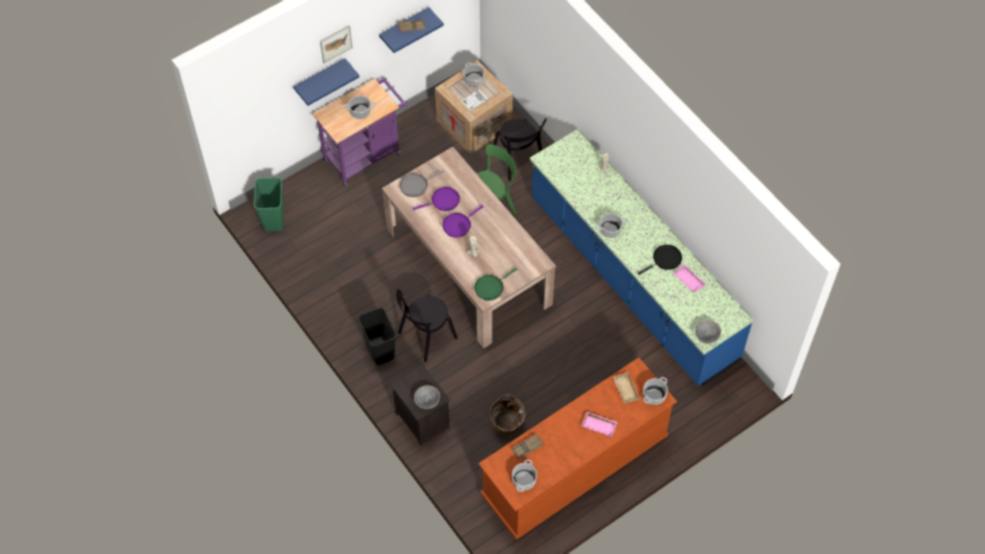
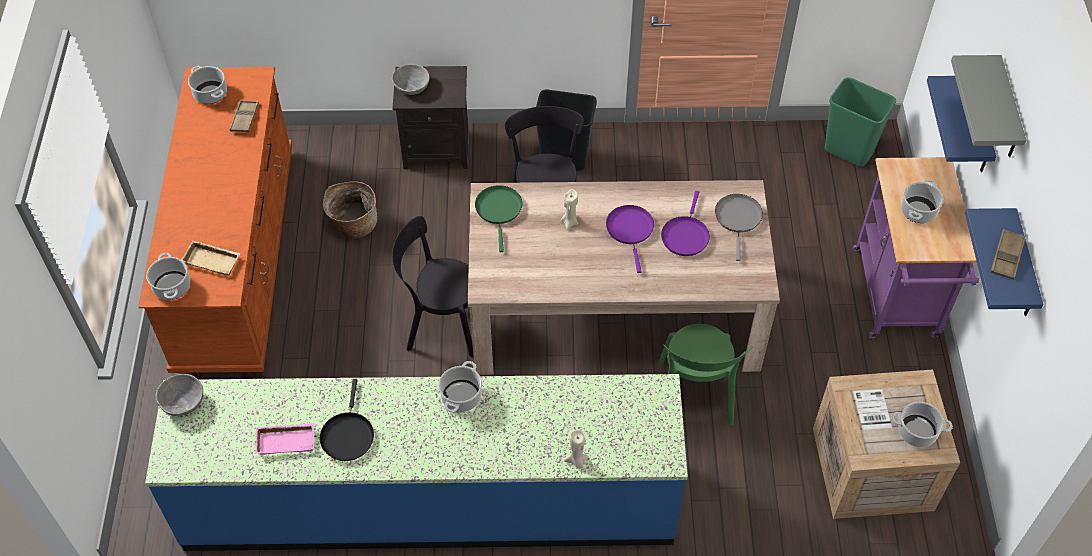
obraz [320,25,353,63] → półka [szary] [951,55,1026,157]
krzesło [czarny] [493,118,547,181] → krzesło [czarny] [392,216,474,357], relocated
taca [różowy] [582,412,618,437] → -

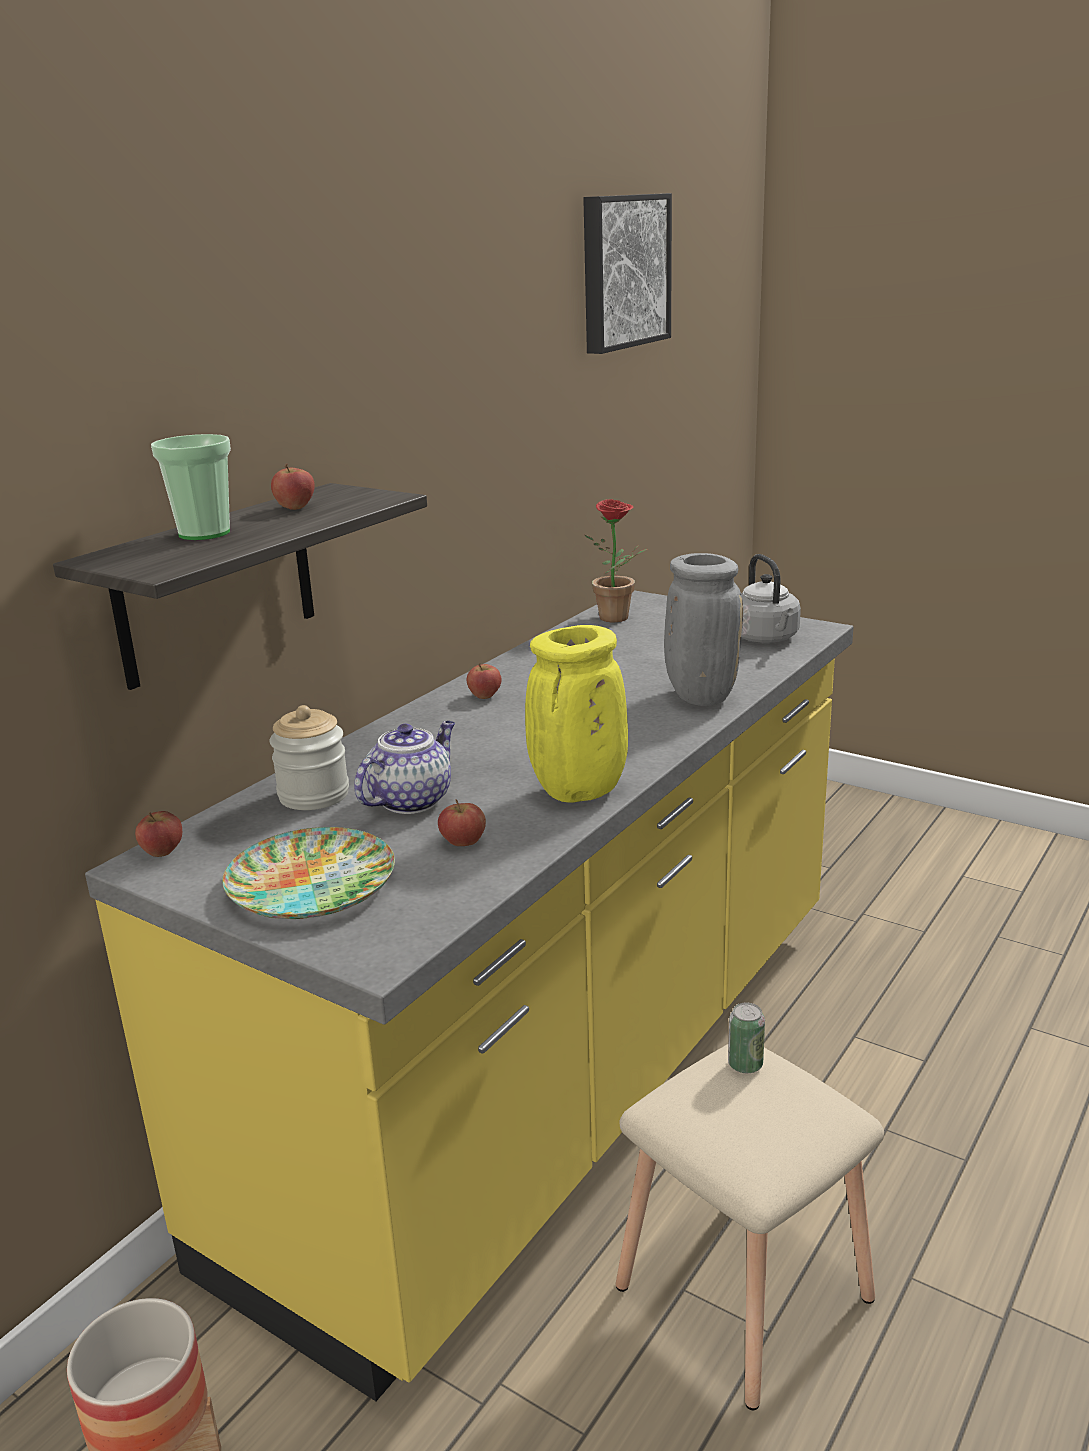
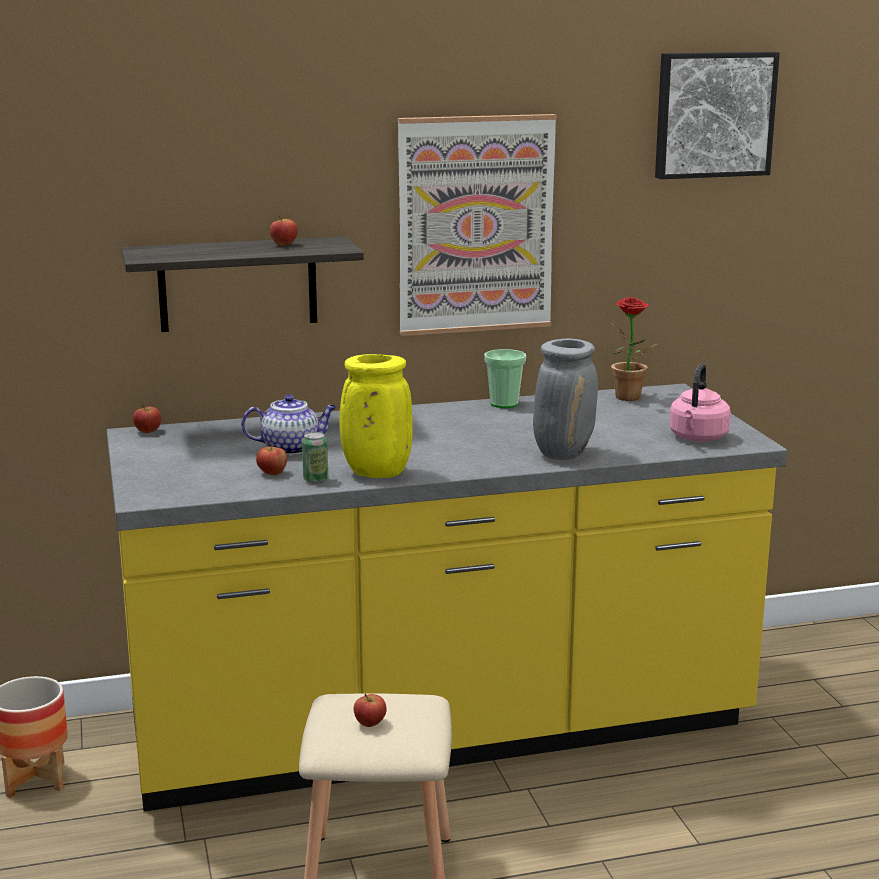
filiżanka [151,434,231,540] → filiżanka [484,349,526,408], relocated
talerz [222,827,395,919] → -
słoik [270,705,349,810] → -
jabłko [467,663,502,699] → jabłko [354,694,387,727], relocated
puszka [728,1003,765,1073] → puszka [302,432,328,483], relocated
czajnik [szary] [741,554,801,643] → czajnik [różowy] [670,364,731,441]
- → obraz [398,114,557,336]

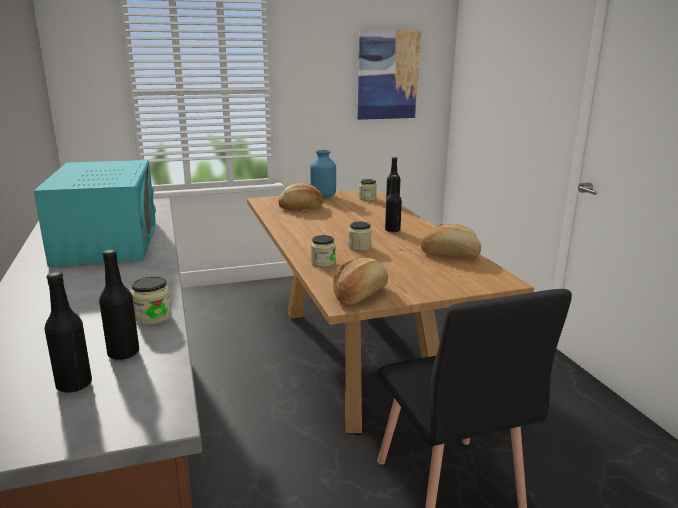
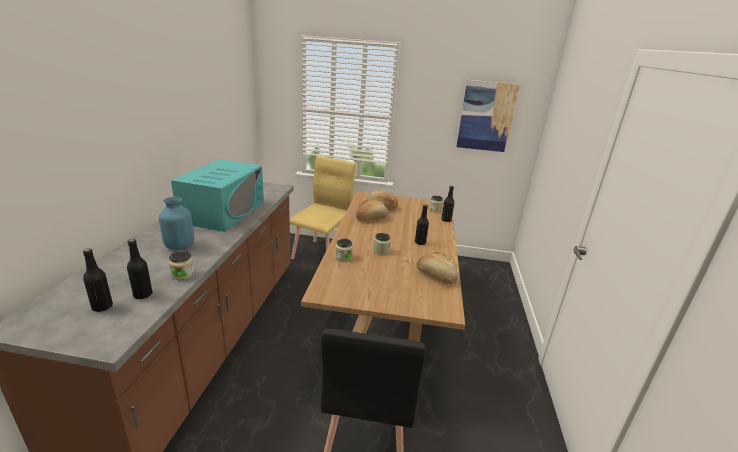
wazon [niebieski] [310,150,336,198] → wazon [niebieski] [159,197,194,250], relocated
chleb [333,257,388,305] → chleb [356,200,388,221], relocated
- → krzesło [żółty] [290,156,356,259]

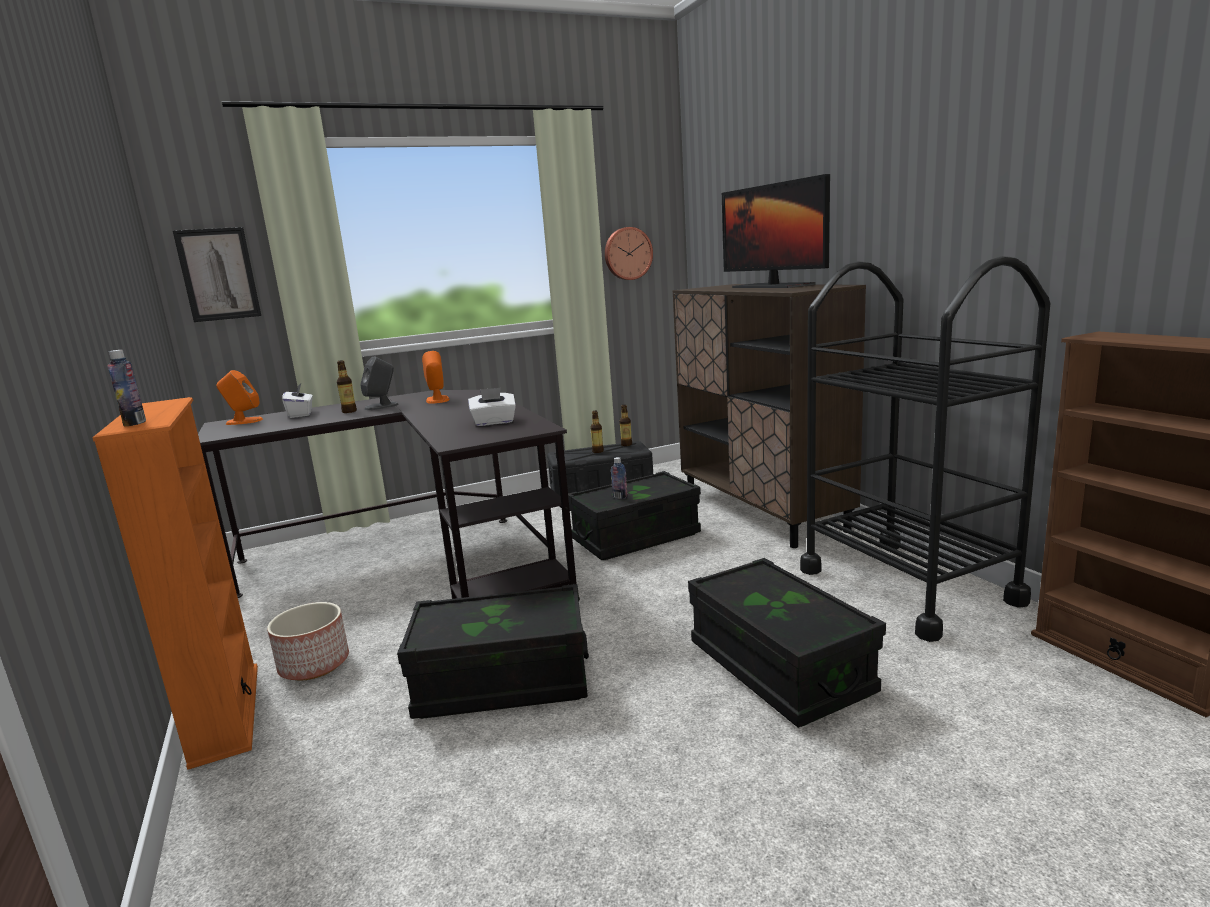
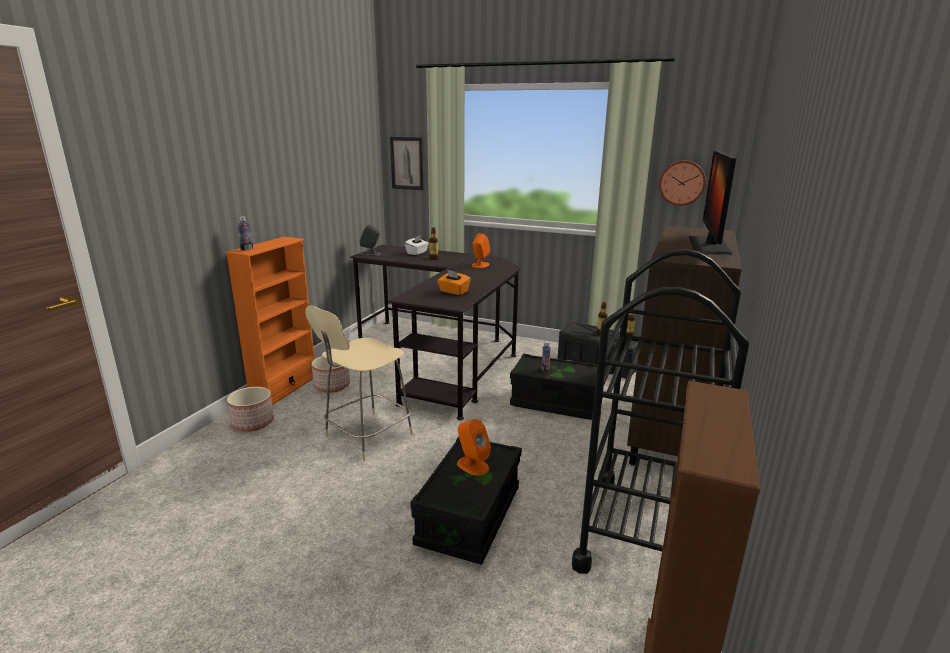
głośnik [pomarańczowy] [216,370,263,425] → głośnik [pomarańczowy] [457,419,491,476], relocated
głośnik [szary] [360,356,399,410] → głośnik [szary] [360,224,381,256], relocated
pojemnik do przechowywania [czarny] [397,584,589,719] → krzesło [beżowy] [305,305,413,461]
pudełko chusteczek [biały] [468,388,516,426] → pudełko chusteczek [pomarańczowy] [437,269,471,295]
- → donica [227,387,274,432]

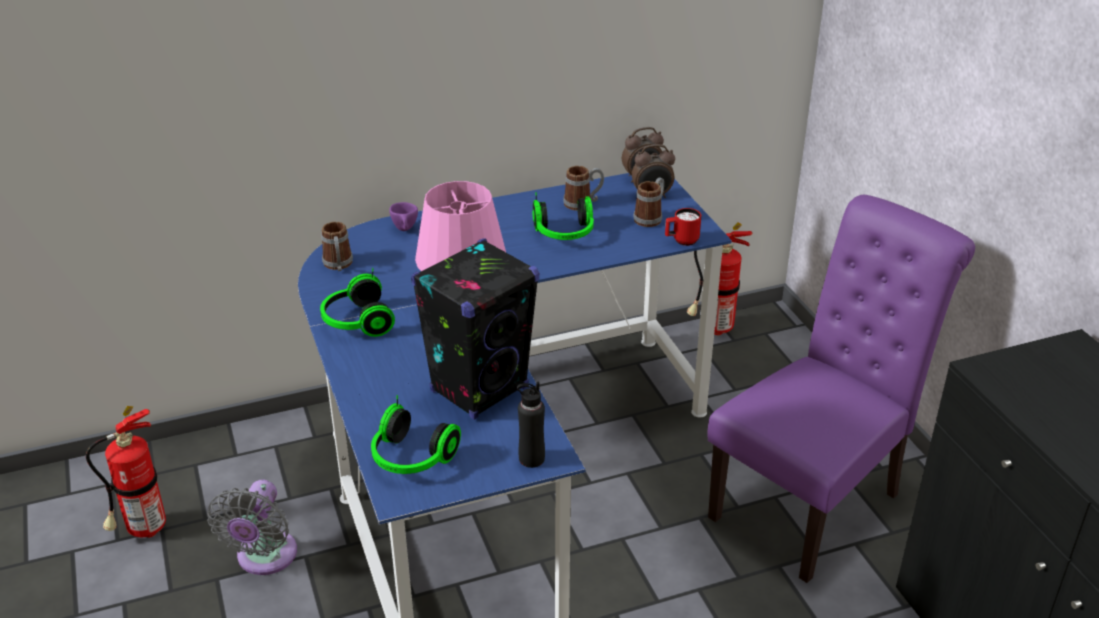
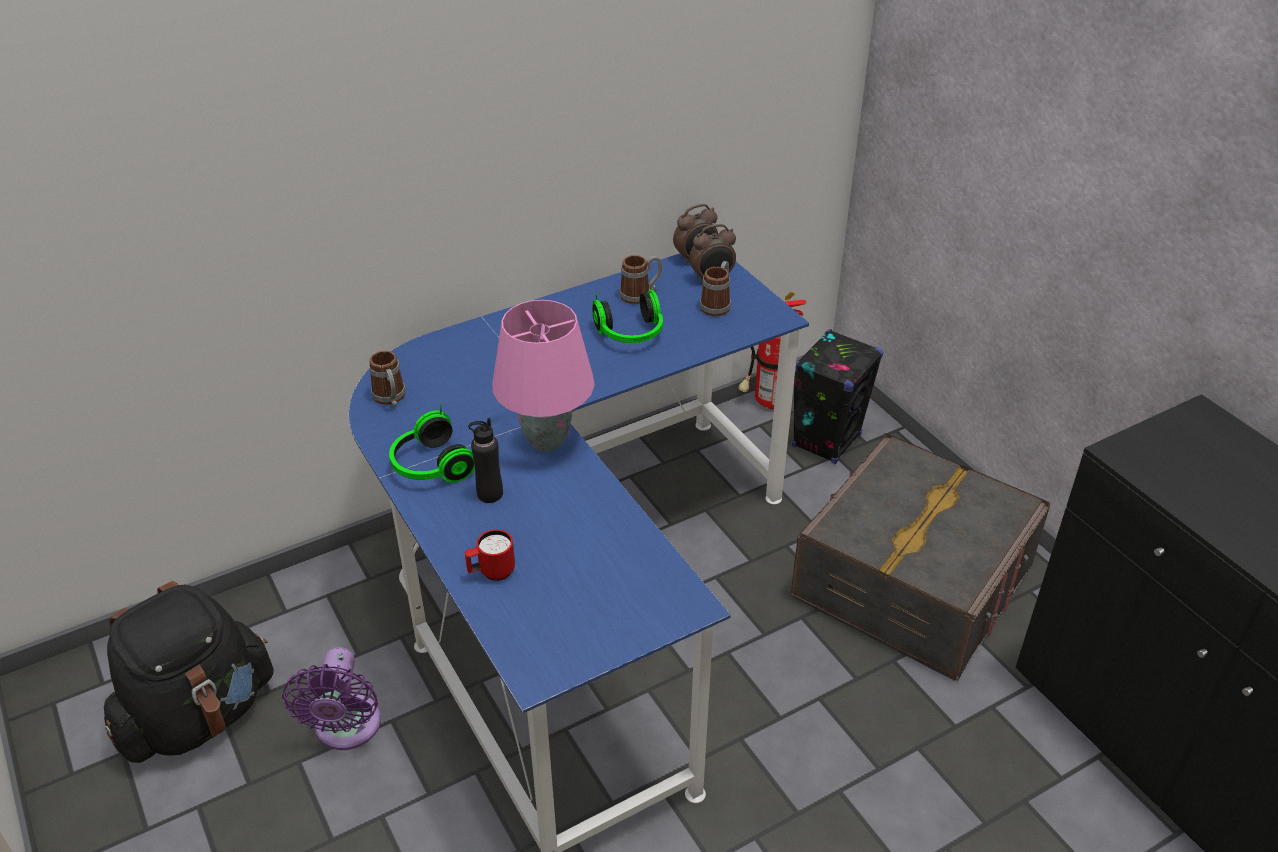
gaśnica [86,406,166,538] → plecak [czarny] [104,581,274,763]
wentylator [szary] [207,479,297,575] → wentylator [fioletowy] [282,647,381,750]
słuchawki [371,395,461,474] → -
filiżanka [fioletowy] [389,202,418,231] → -
głośnik [czarny] [411,239,539,420] → głośnik [czarny] [792,329,883,464], relocated
butelka [czarny] [517,382,545,468] → butelka [czarny] [468,418,503,503], relocated
kubek [czerwony] [665,208,701,246] → kubek [czerwony] [465,529,515,581], relocated
krzesło [fioletowy] [708,195,975,583] → pojemnik do przechowywania [szary] [790,433,1050,681]

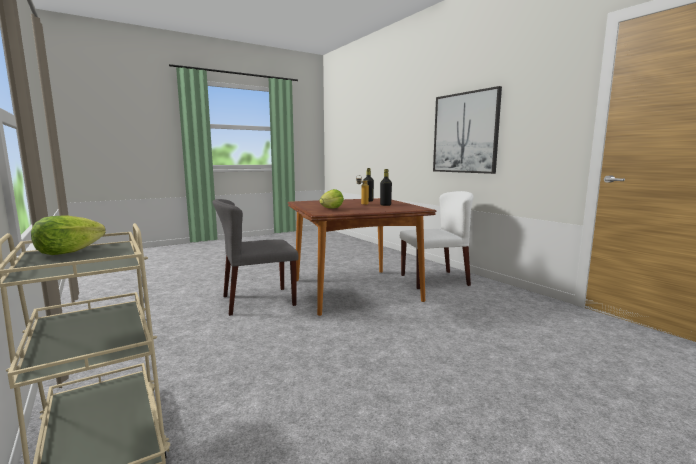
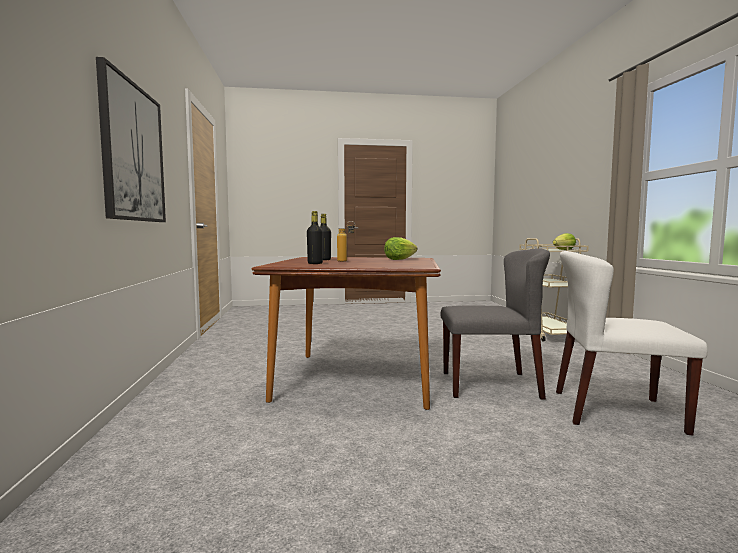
krzesło [biały] [400,191,474,289] → krzesło [biały] [556,251,708,435], relocated

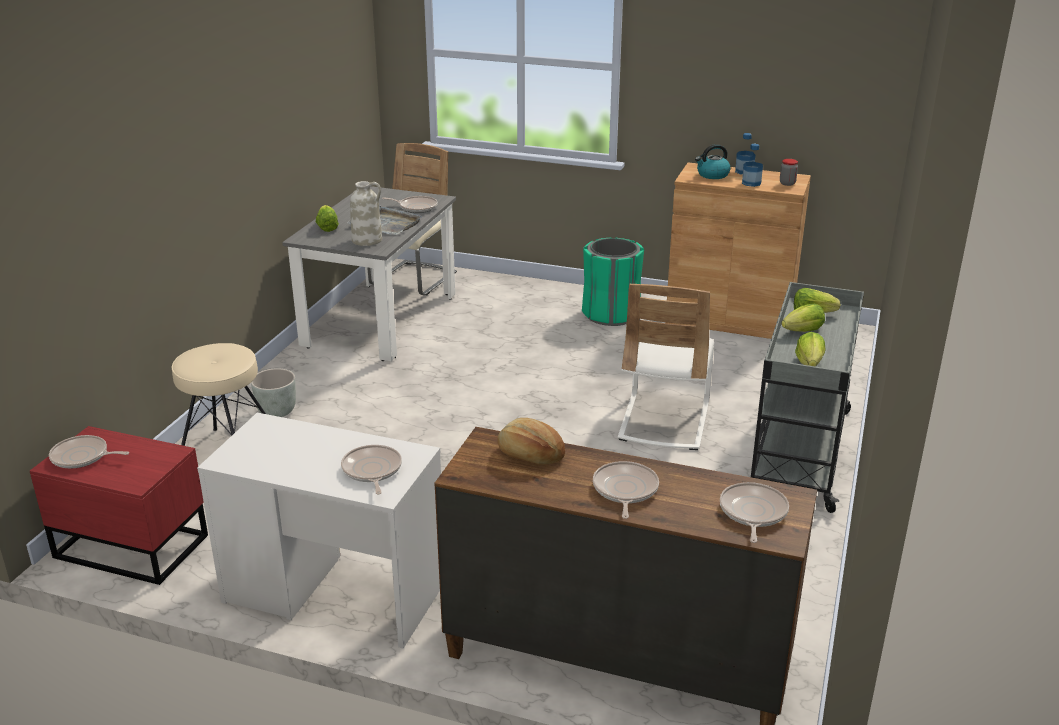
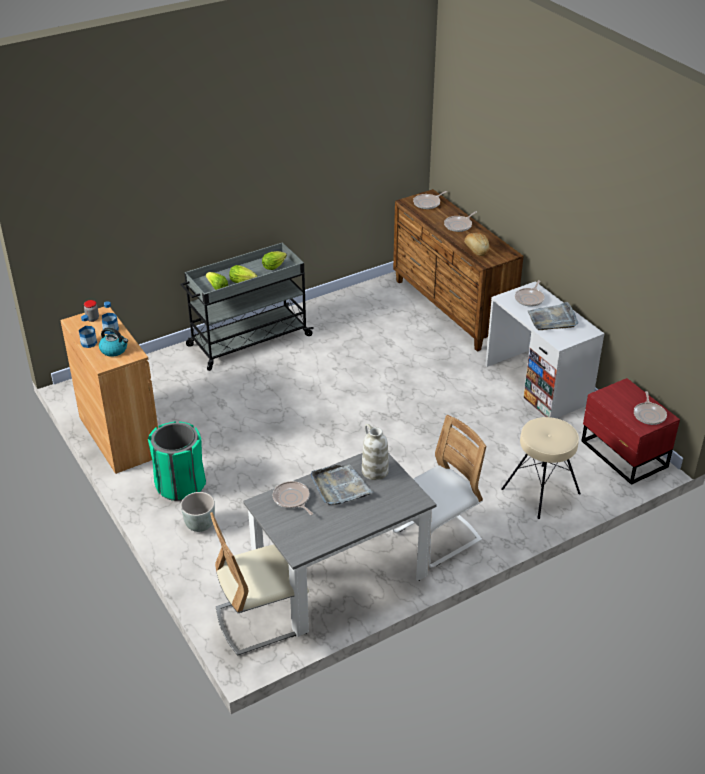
patelnia [49,435,129,469] → patelnia [634,391,667,425], 45 degrees clockwise
donica [szary] [251,368,296,417] → donica [szary] [181,492,215,532], relocated
sałata [316,205,339,232] → -
krzesło [biały] [618,284,714,450] → krzesło [biały] [392,415,486,568], relocated
- → taca [szary] [528,302,578,330]

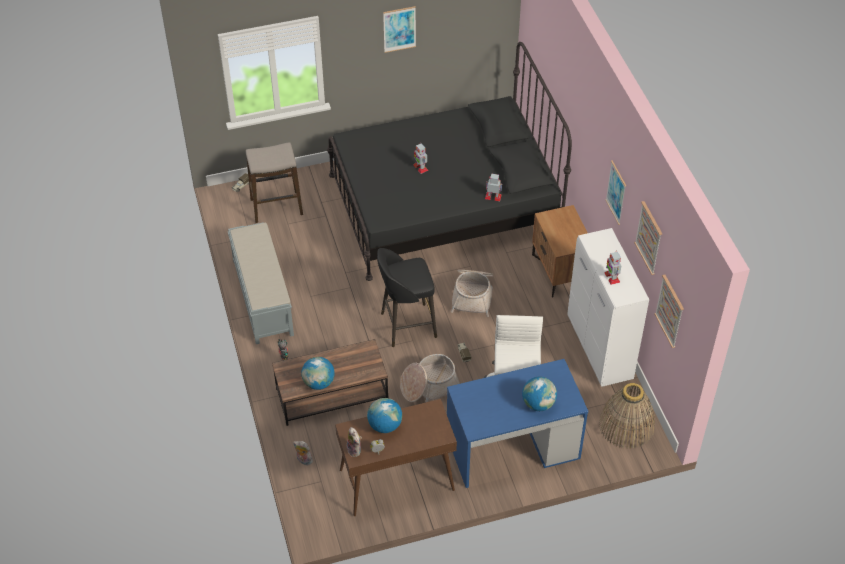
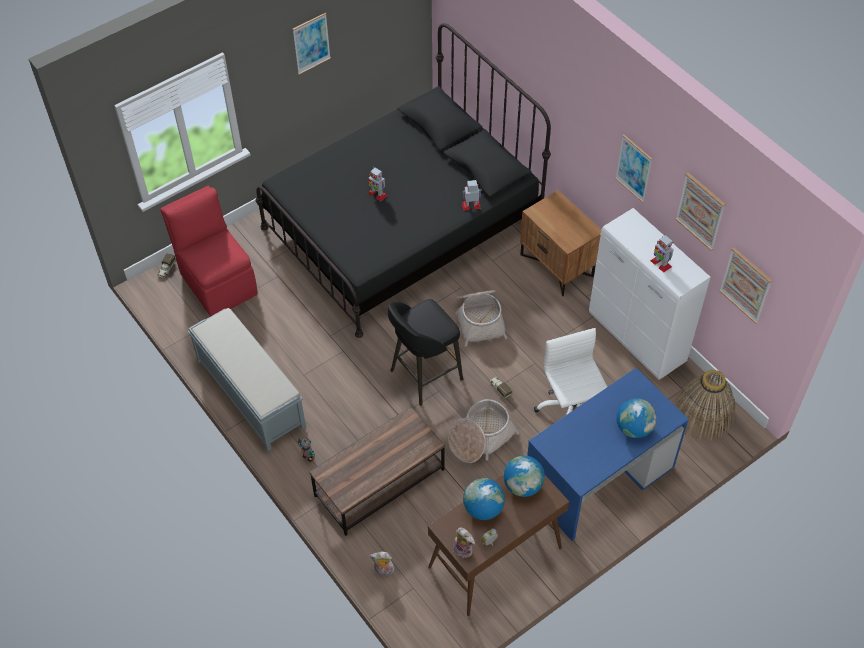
stołek [246,142,303,223] → krzesło [czerwony] [161,186,257,316]
globus [301,357,335,390] → globus [504,456,545,497], relocated

